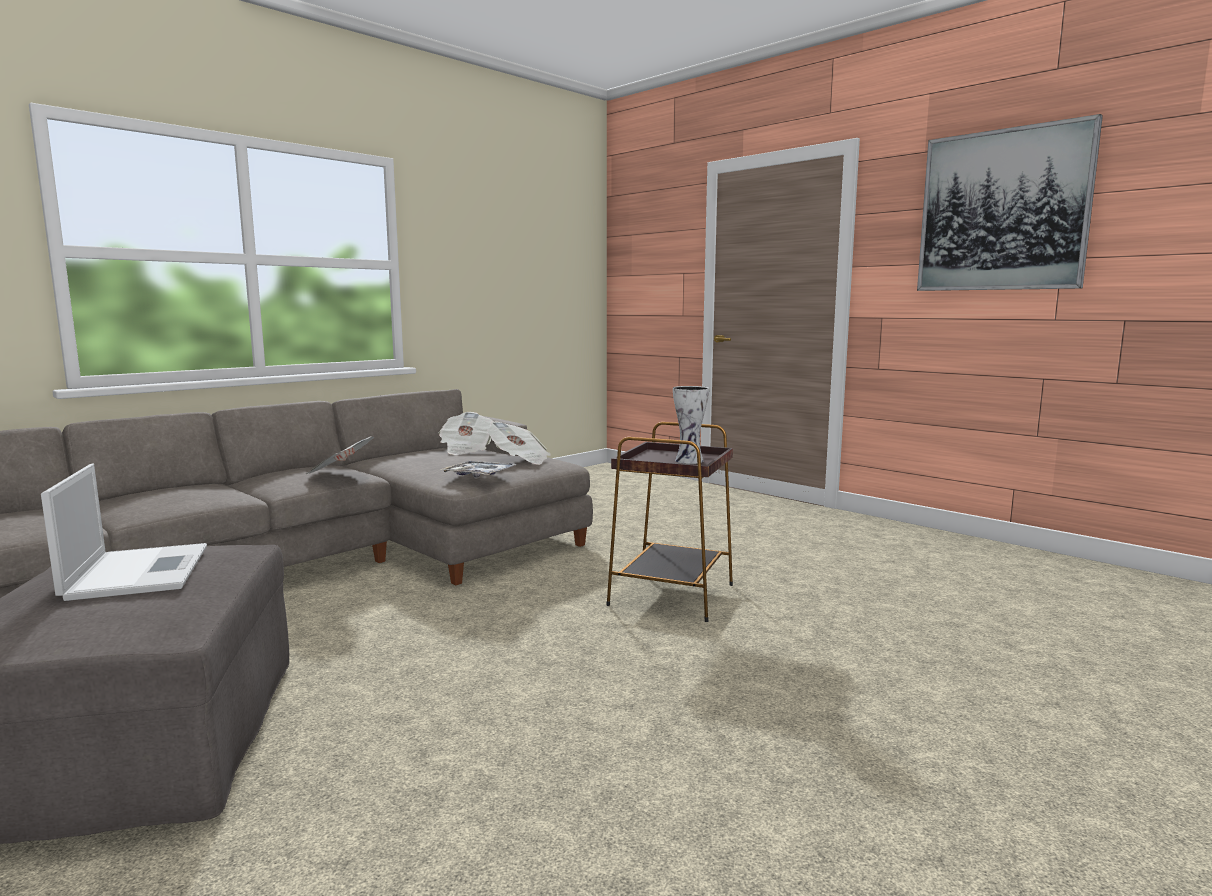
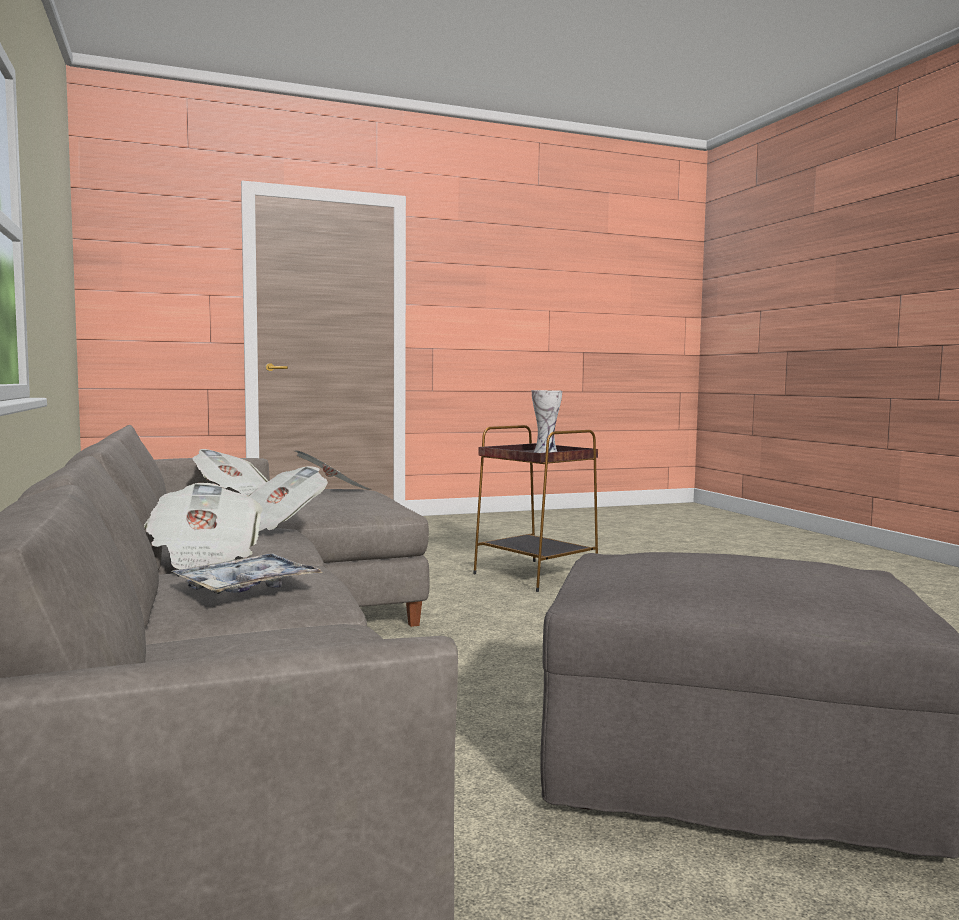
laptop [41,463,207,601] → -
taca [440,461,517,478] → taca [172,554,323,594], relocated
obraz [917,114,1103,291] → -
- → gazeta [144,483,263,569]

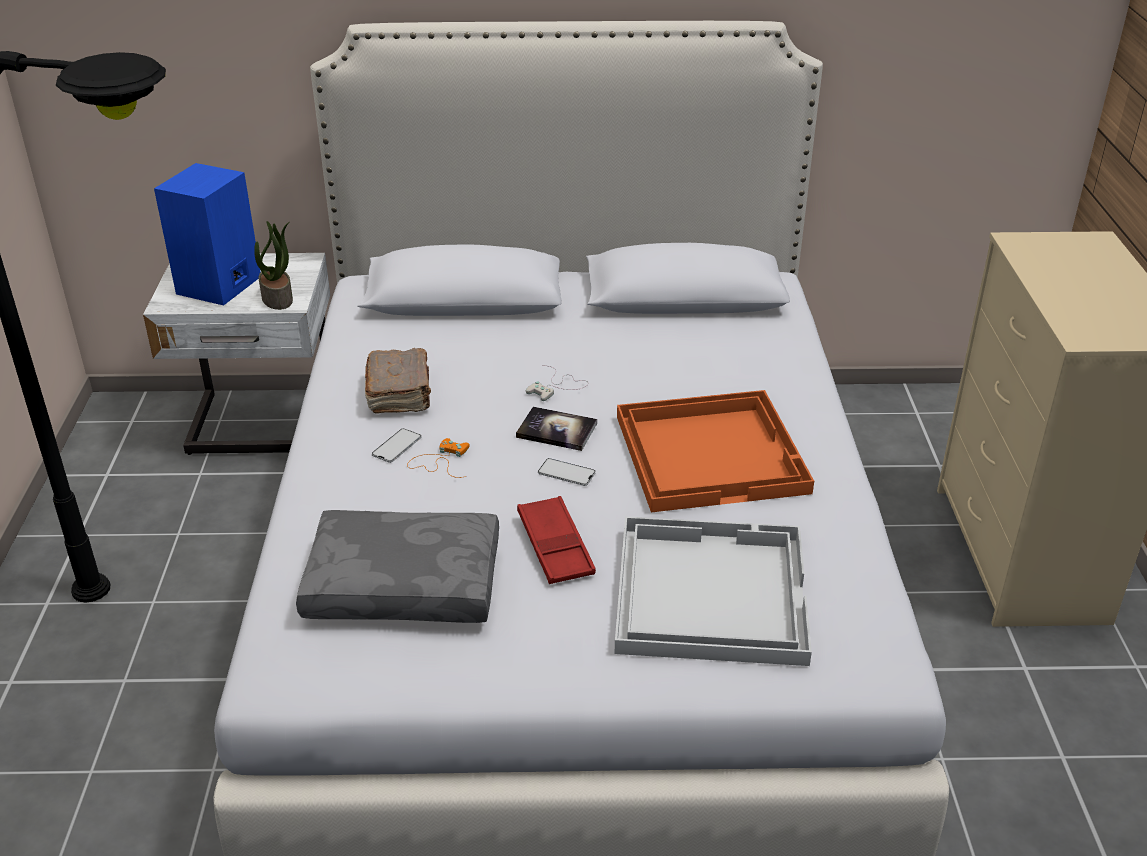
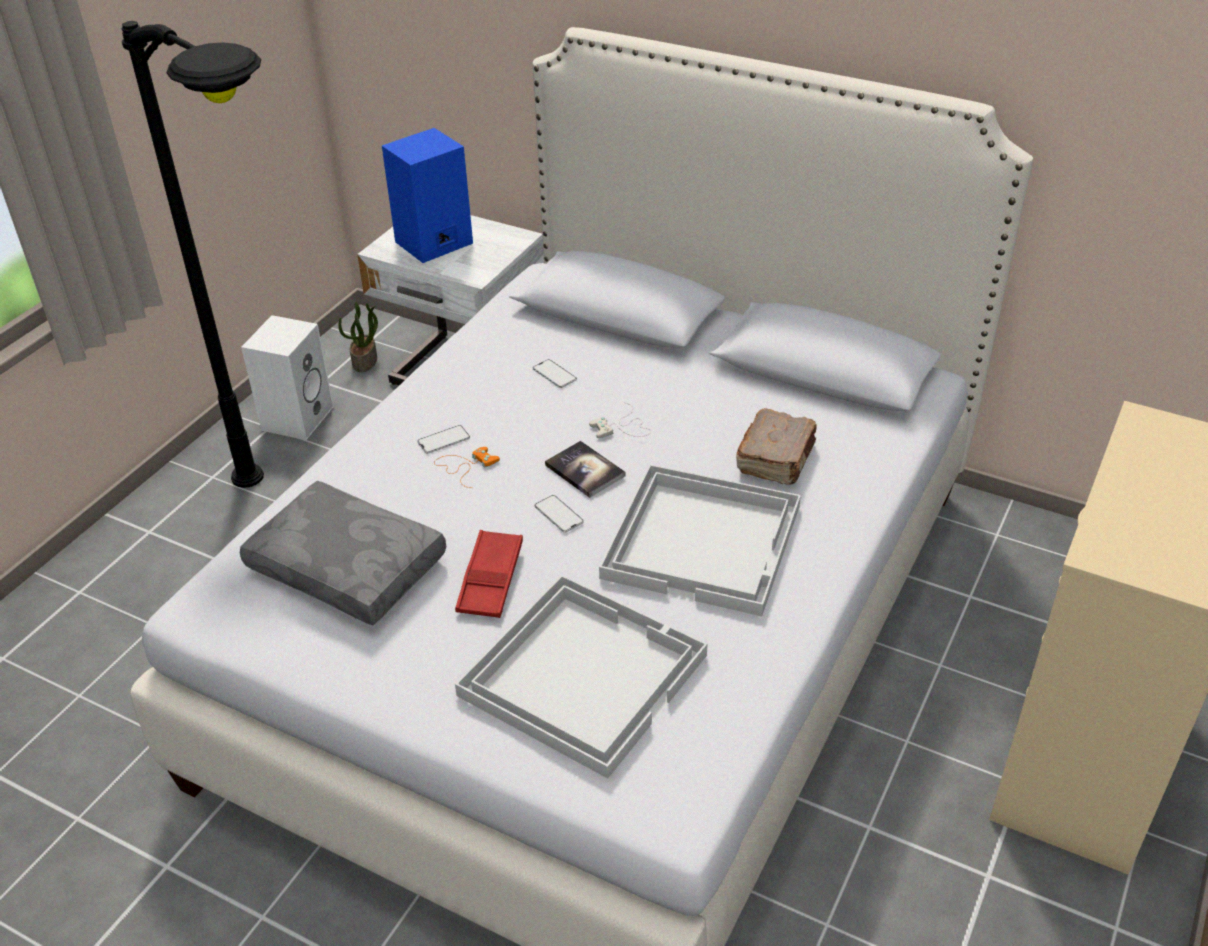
roślina doniczkowa [254,221,293,310] → roślina doniczkowa [338,302,378,372], relocated
książka [brązowy] [365,348,431,413] → książka [brązowy] [736,408,817,485], relocated
taca [pomarańczowy] [617,390,814,512] → taca [biały] [599,464,801,616]
- → głośnik [biały] [241,315,334,440]
- → telefon [533,359,577,388]

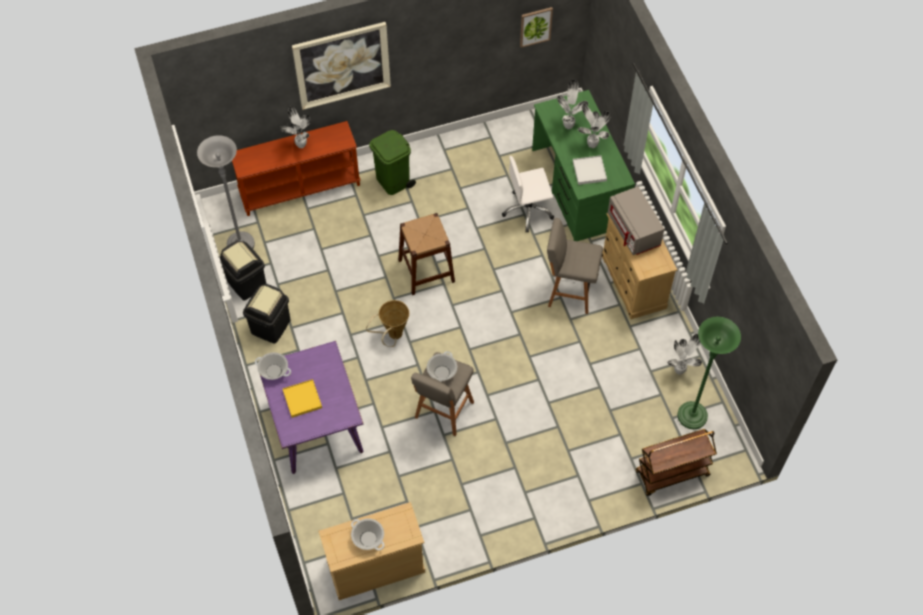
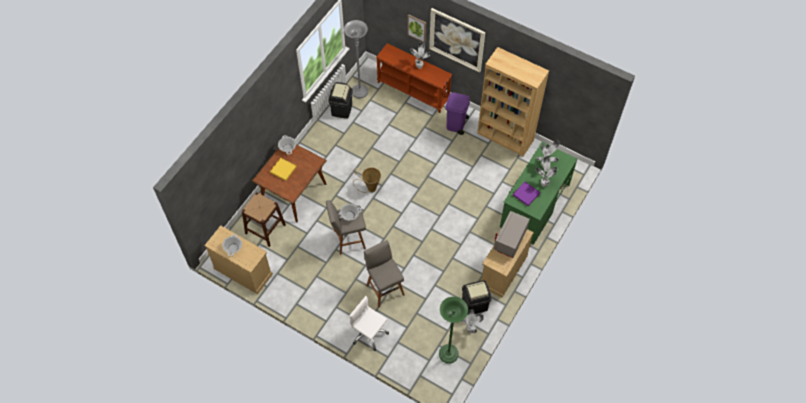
kosz na śmieci [czarny] [243,284,291,344] → kosz na śmieci [czarny] [462,280,492,315], relocated
stół jadalny [fioletowy] [260,341,364,474] → stół jadalny [brązowy] [252,144,327,223]
kosz na śmieci [zielony] [369,130,416,195] → kosz na śmieci [fioletowy] [445,92,470,135]
stołek [brązowy] [398,213,455,295] → stołek [brązowy] [242,192,286,247], relocated
krzesło biurowe [biały] [502,156,554,233] → krzesło biurowe [biały] [349,296,389,351], relocated
obraz [520,7,553,48] → obraz [407,14,426,43], relocated
stołek [szary] [547,218,603,314] → stołek [szary] [364,240,405,307], relocated
taca [biały] [573,155,607,185] → taca [fioletowy] [513,182,540,206]
wózek [brązowy] [635,429,717,496] → -
- → regał [brązowy] [477,47,549,157]

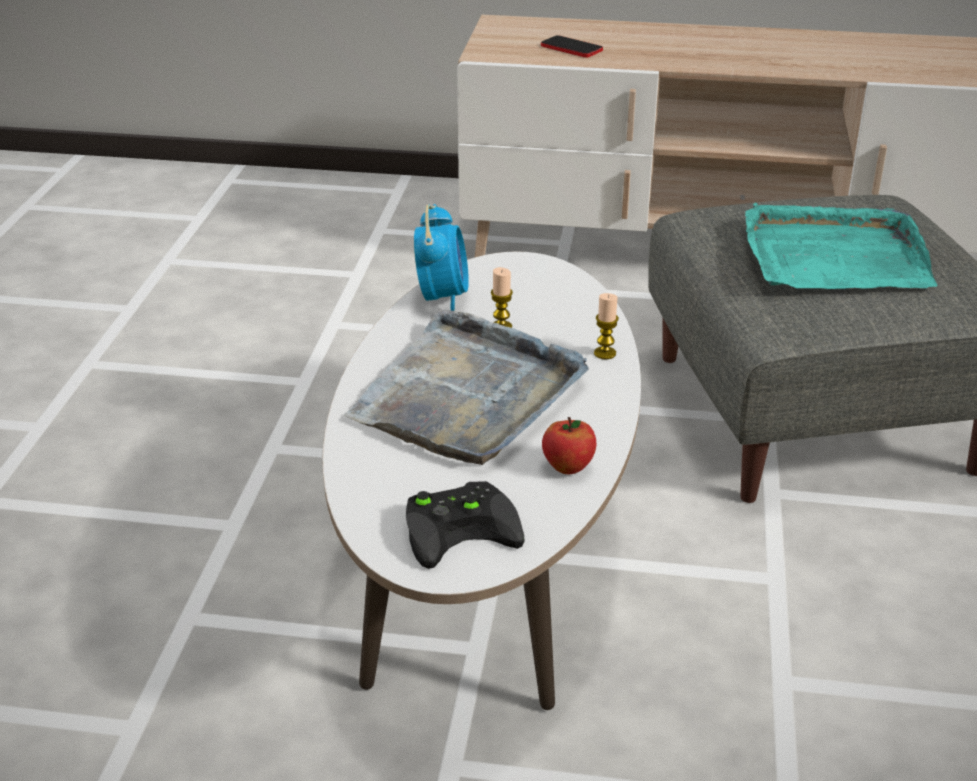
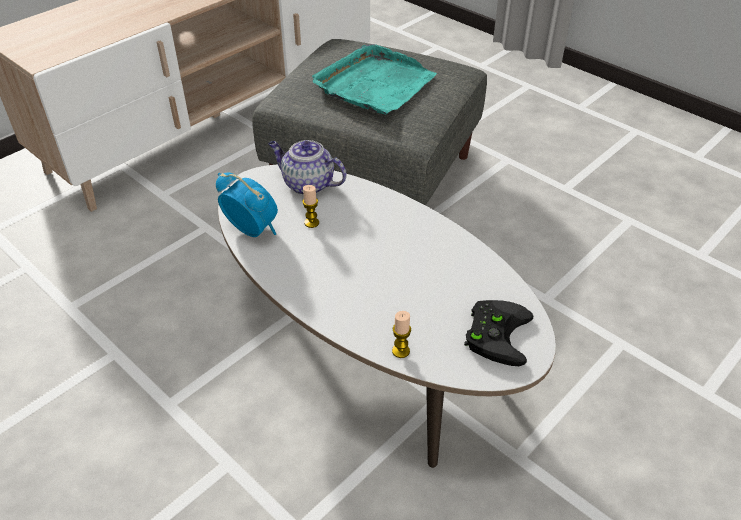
taca [szary] [344,309,589,465] → -
telefon [541,35,603,58] → -
jabłko [542,417,596,474] → -
świeca [594,293,619,359] → świeca [392,311,411,358], relocated
- → imbryk [268,140,347,195]

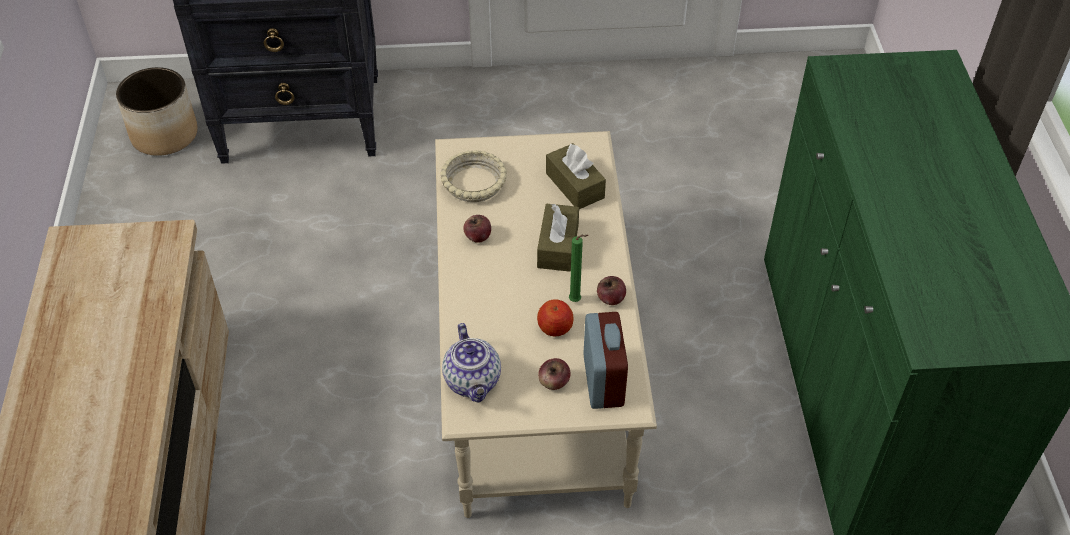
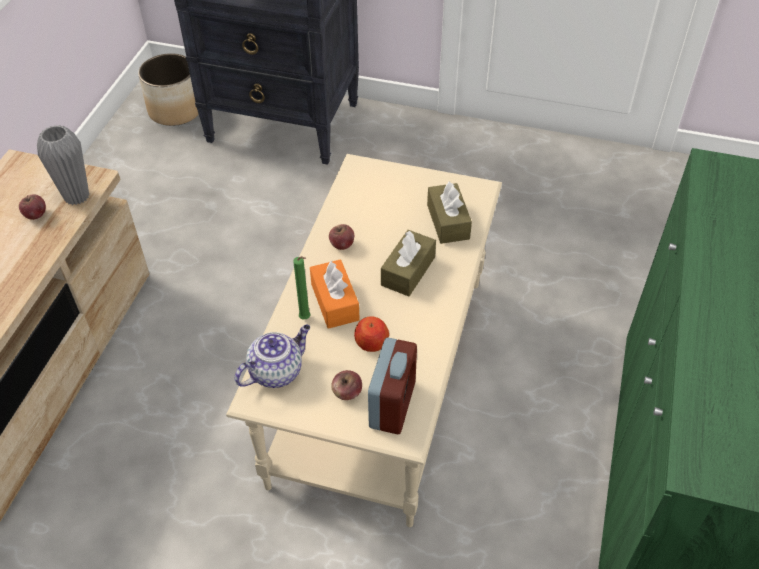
miska [beżowy] [440,150,507,202] → -
imbryk [442,323,501,403] → imbryk [234,325,310,388], 135 degrees counterclockwise
świeca [zielony] [569,235,589,302] → świeca [zielony] [293,256,310,319], relocated
jabłko [597,276,626,305] → jabłko [19,194,46,220], relocated
- → wazon [szary] [37,125,89,205]
- → pudełko chusteczek [pomarańczowy] [310,259,360,329]

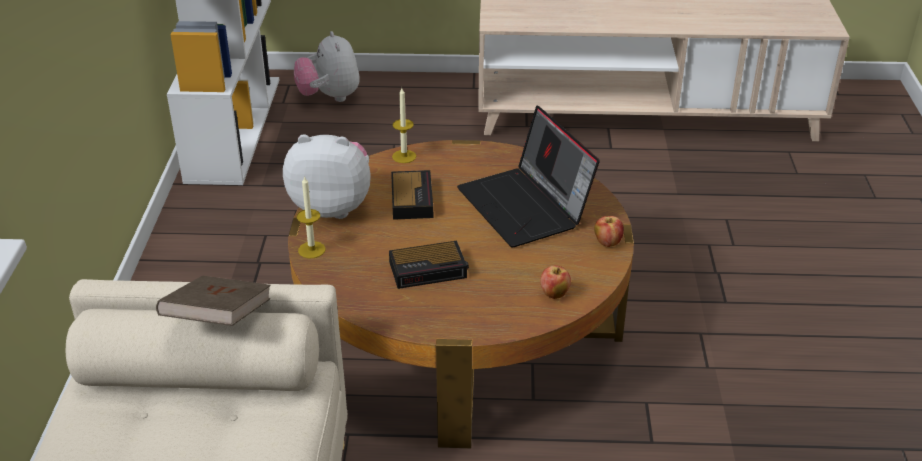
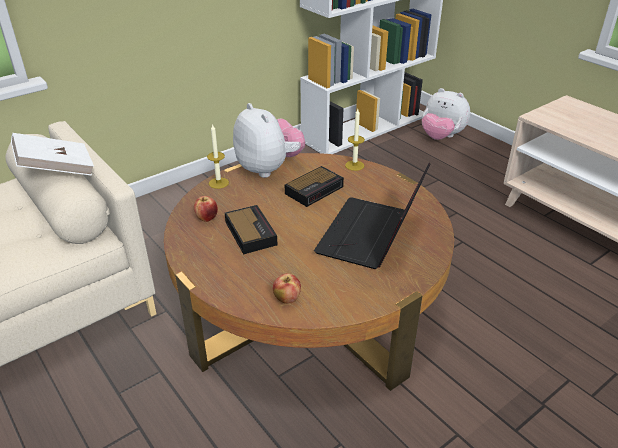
książka [brązowy] [156,276,271,326] → książka [biały] [11,133,94,176]
pluszak [294,31,360,102] → pluszak [422,88,470,140], 90 degrees counterclockwise
budzik [389,241,469,289] → budzik [225,205,277,254], 150 degrees counterclockwise
jabłko [594,216,624,247] → jabłko [194,196,218,222], relocated

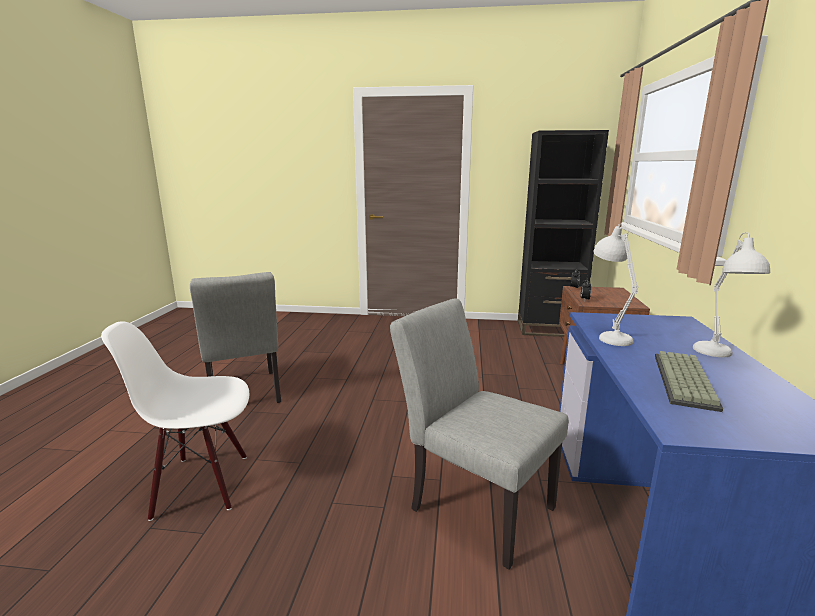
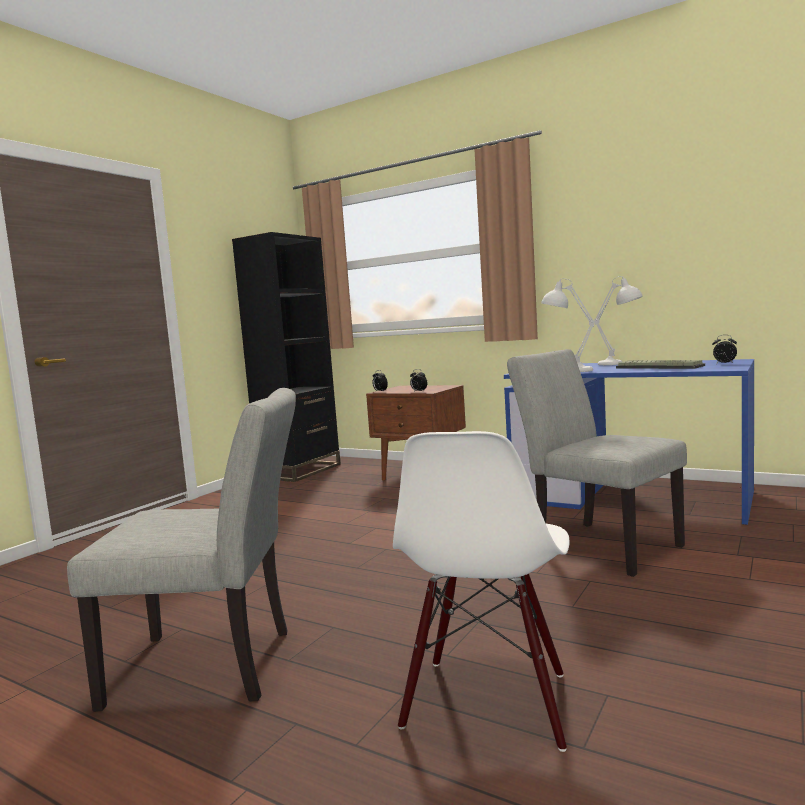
krzesło [szary] [390,299,568,570] → krzesło [szary] [507,349,687,577], 75 degrees clockwise
- → budzik [712,335,737,363]

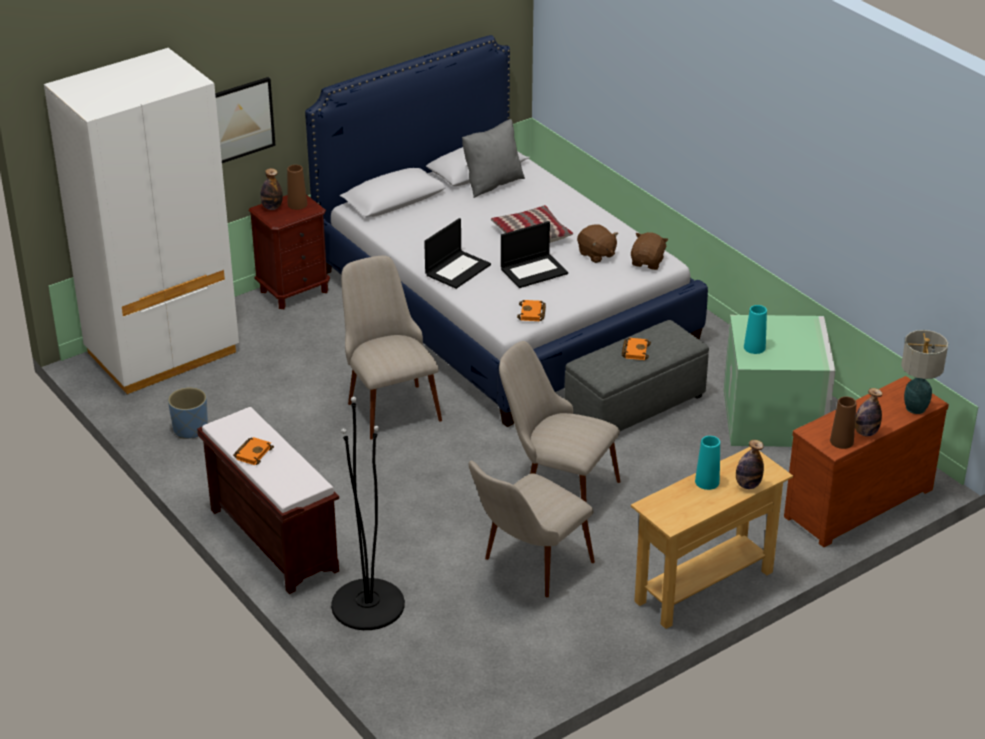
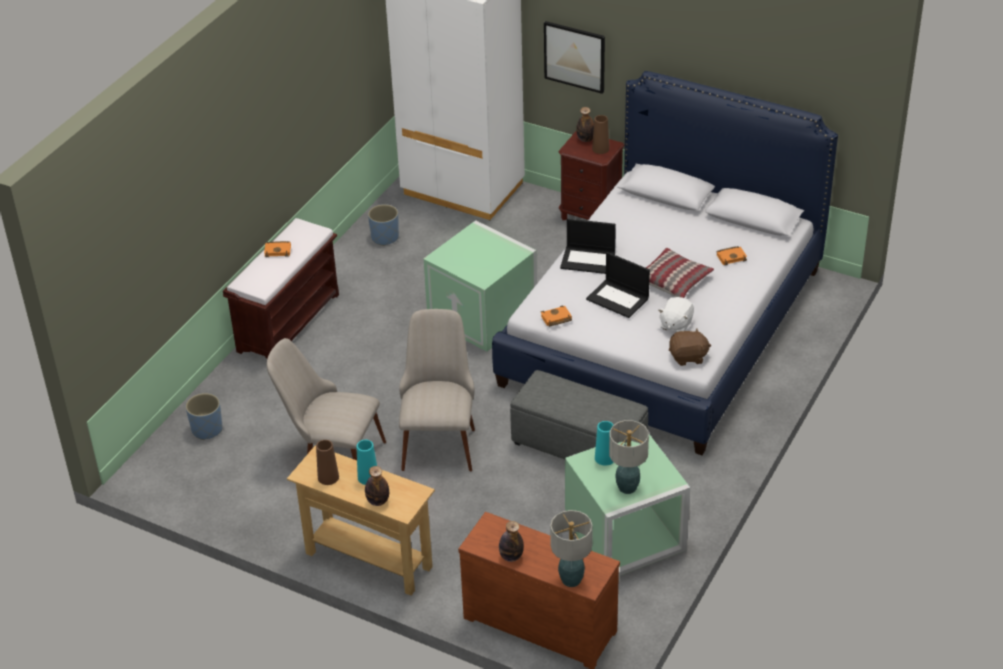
lampa stojąca [czarny] [331,397,405,630] → -
krzesło [beżowy] [341,256,442,440] → pojemnik do przechowywania [zielony] [423,220,537,352]
poduszka [szary] [462,119,525,198] → -
pluszak [brązowy] [577,225,618,263] → pluszak [biały] [658,297,694,332]
książka [pomarańczowy] [622,338,651,360] → książka [pomarańczowy] [717,246,747,265], relocated
wazon [brązowy] [830,396,857,449] → wazon [brązowy] [316,440,339,485], relocated
- → donica [niebieski] [186,393,222,440]
- → lampa stołowa [609,420,649,494]

